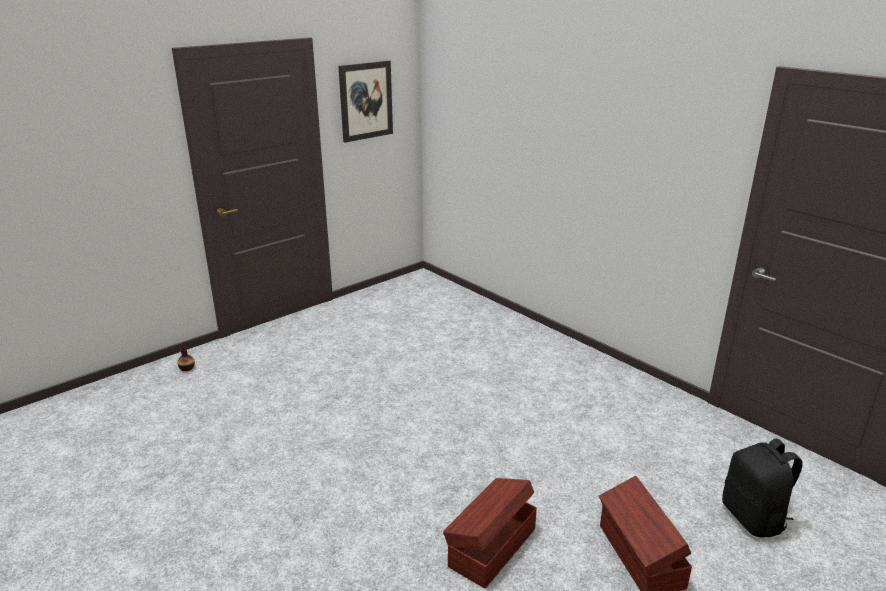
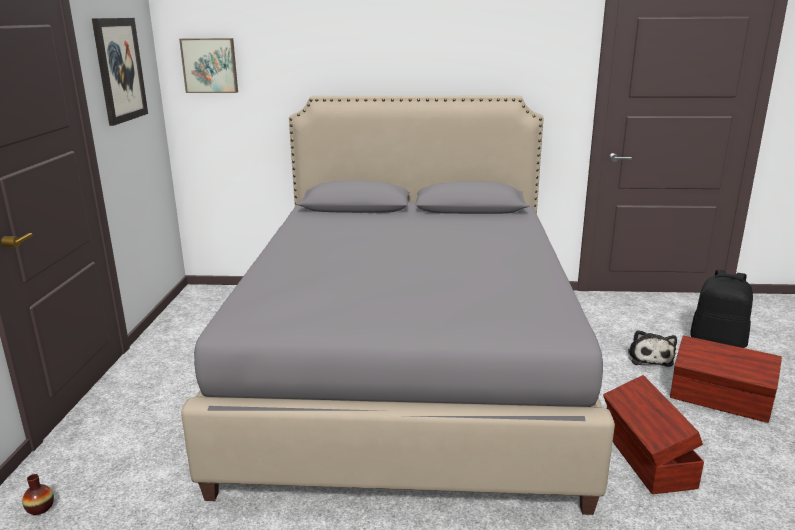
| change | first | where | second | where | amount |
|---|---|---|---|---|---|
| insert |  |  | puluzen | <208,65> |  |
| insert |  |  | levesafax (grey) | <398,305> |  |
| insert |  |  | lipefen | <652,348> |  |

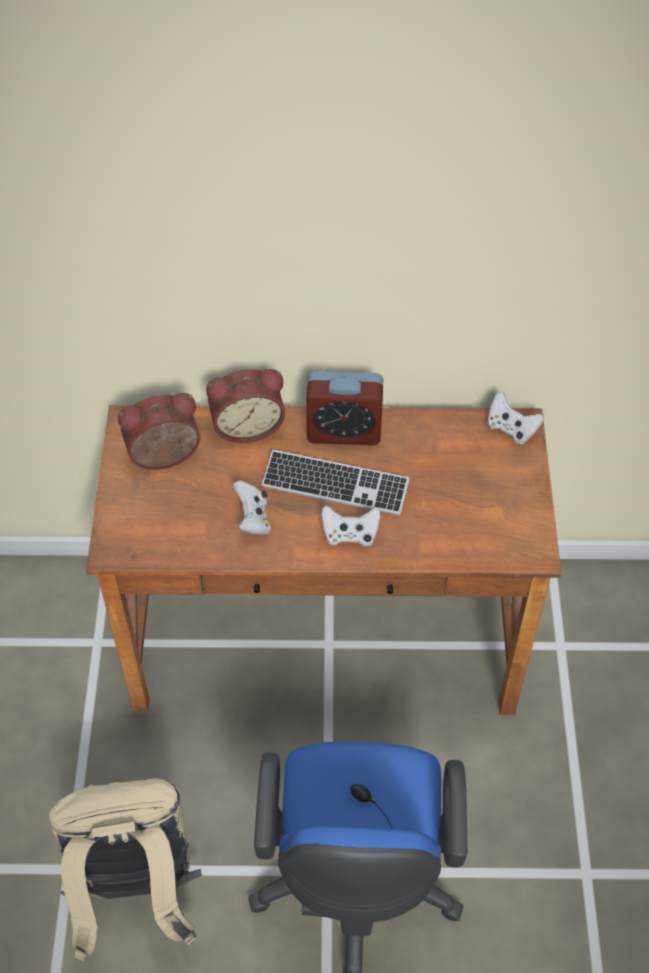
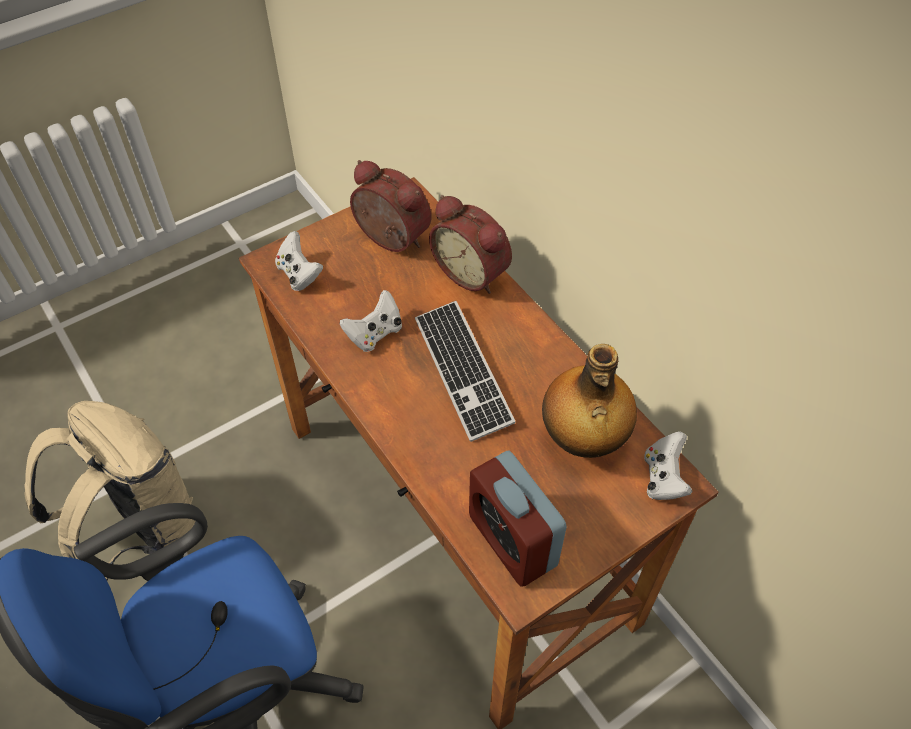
| change | first | where | second | where | amount |
|---|---|---|---|---|---|
| move | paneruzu | <344,408> |  | <518,519> |  |
| move | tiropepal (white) | <350,526> |  | <299,261> |  |
| insert |  |  | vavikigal | <589,401> |  |

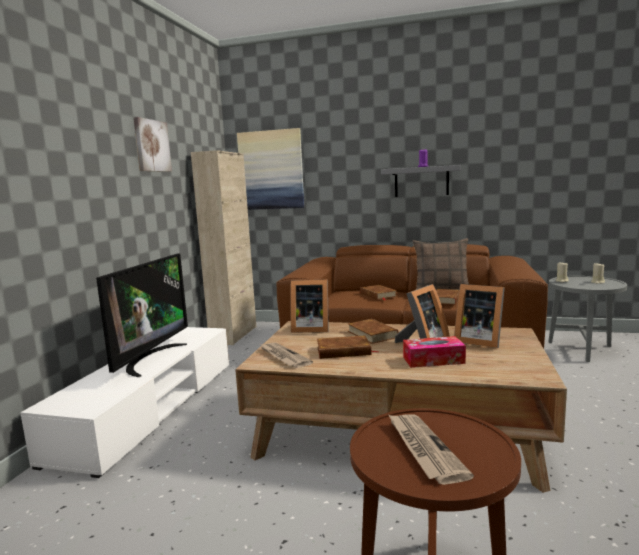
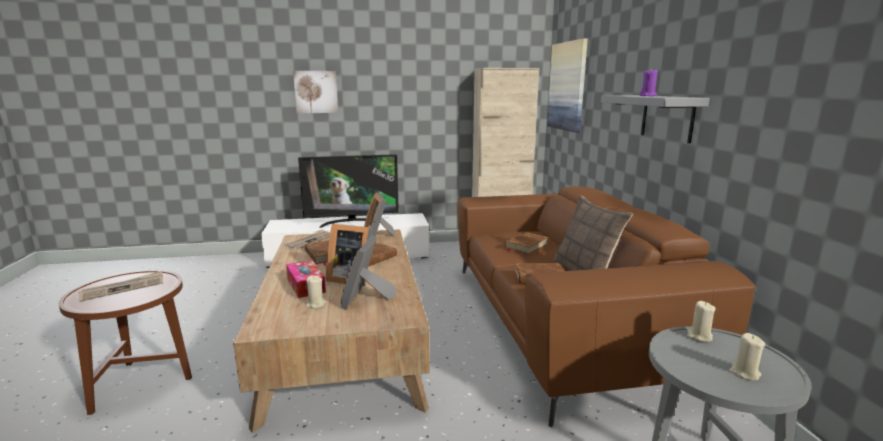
| change | first | where | second | where | amount |
|---|---|---|---|---|---|
| move | puluzen | <153,144> |  | <315,92> |  |
| insert |  |  | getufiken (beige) | <315,291> |  |

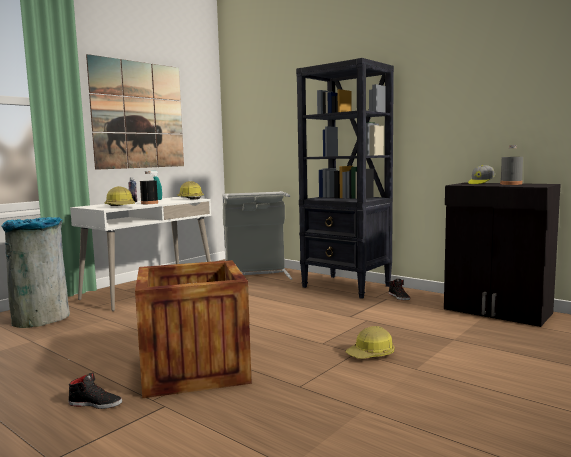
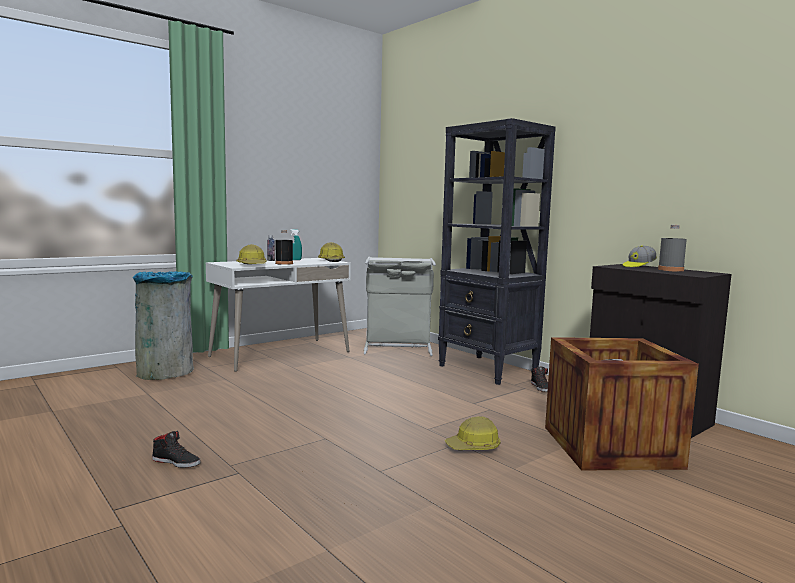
| change | first | where | second | where | amount |
|---|---|---|---|---|---|
| delete | puluzen | <135,112> |  |  |  |
| move | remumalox | <193,329> |  | <622,403> |  |

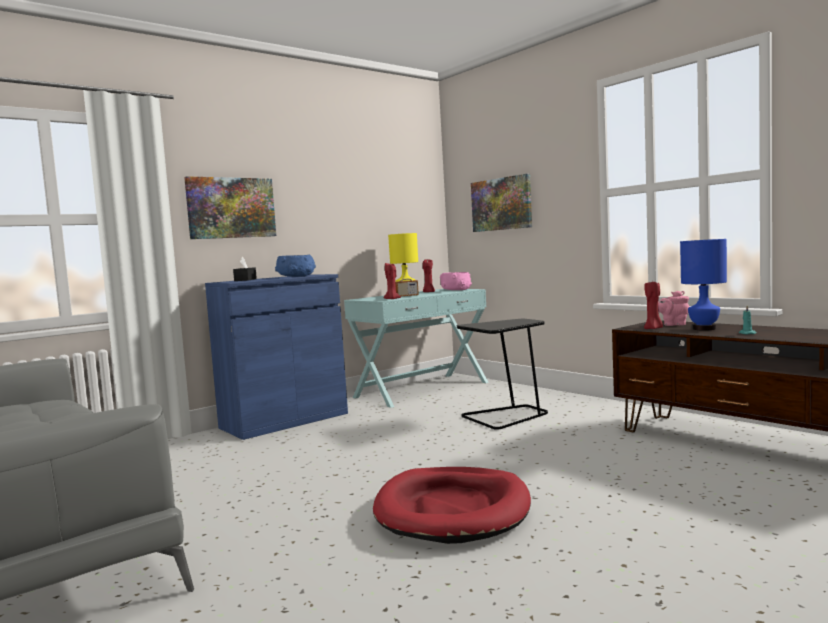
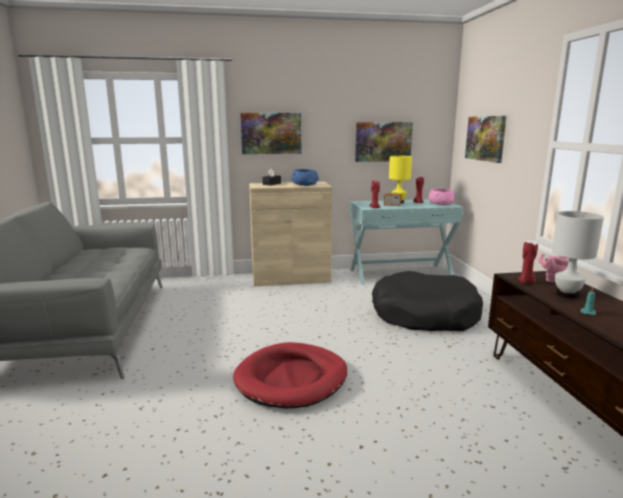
| change | first | where | second | where | amount |
|---|---|---|---|---|---|
| recolor | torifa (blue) | <703,285> | torifa (white) | <578,254> |  |
| recolor | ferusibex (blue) | <276,357> | ferusibex (beige) | <290,234> |  |
| replace | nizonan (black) | <502,374> | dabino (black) | <427,301> |  |
| insert |  |  | puluzen | <384,142> |  |

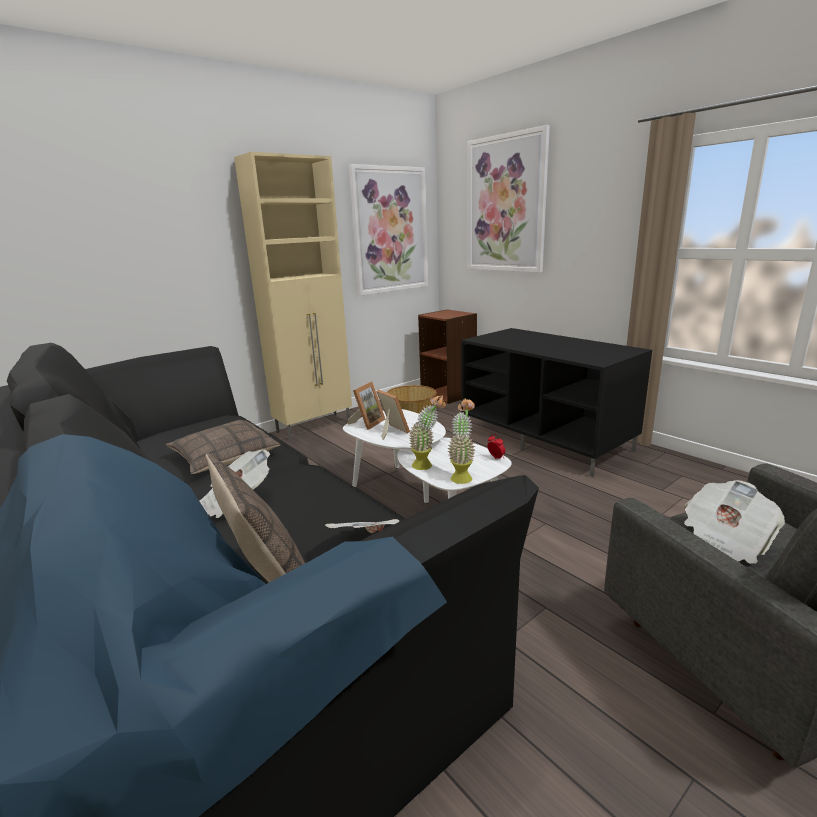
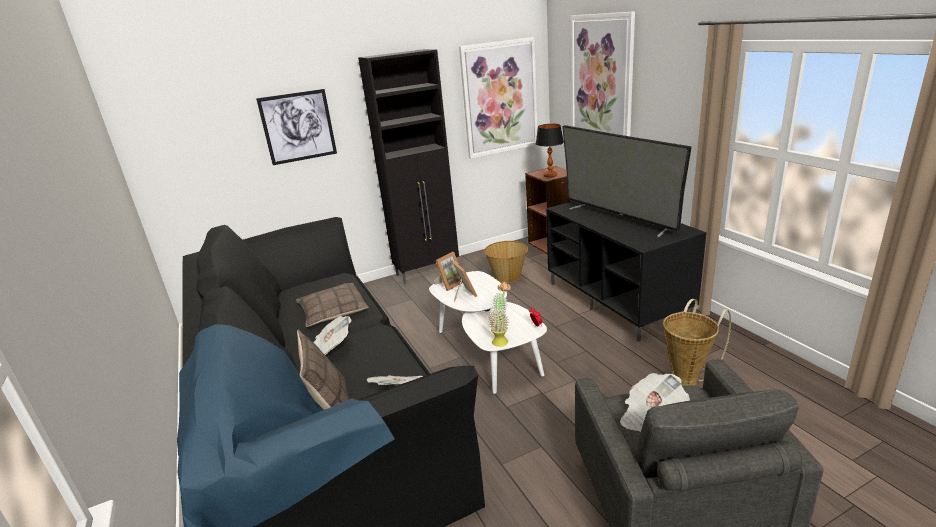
| change | first | where | second | where | amount |
|---|---|---|---|---|---|
| recolor | ferusibex (beige) | <293,296> | ferusibex (black) | <408,166> |  |
| delete | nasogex | <427,432> |  |  |  |
| insert |  |  | puluzen | <296,127> |  |
| insert |  |  | torifa | <550,151> |  |
| insert |  |  | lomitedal | <627,181> |  |
| insert |  |  | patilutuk | <697,342> |  |

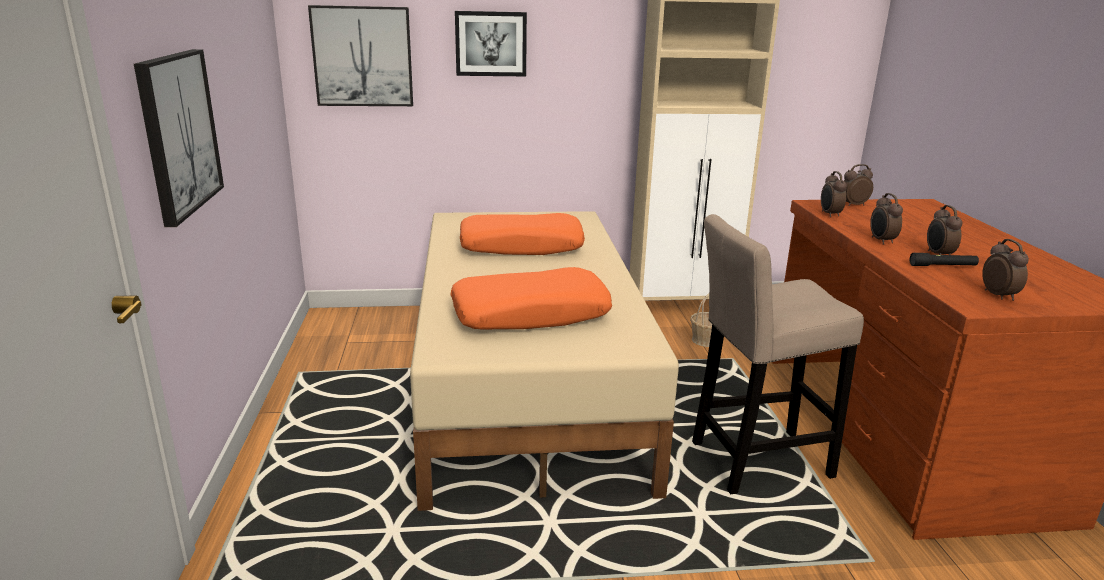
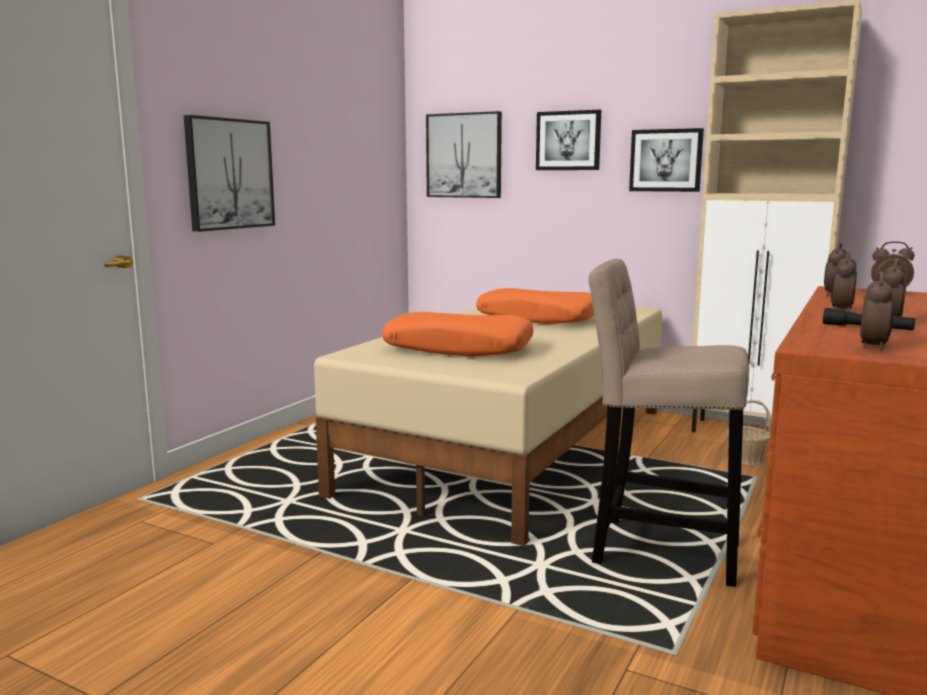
| change | first | where | second | where | amount |
|---|---|---|---|---|---|
| insert |  |  | puluzen | <666,160> |  |

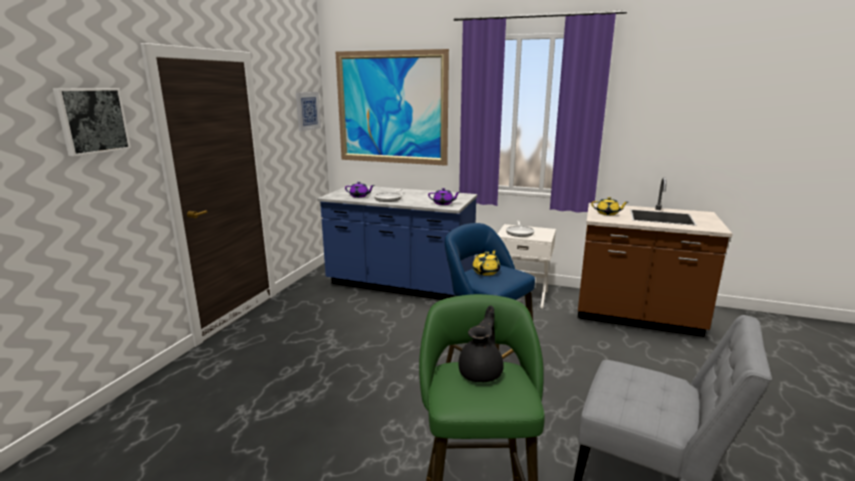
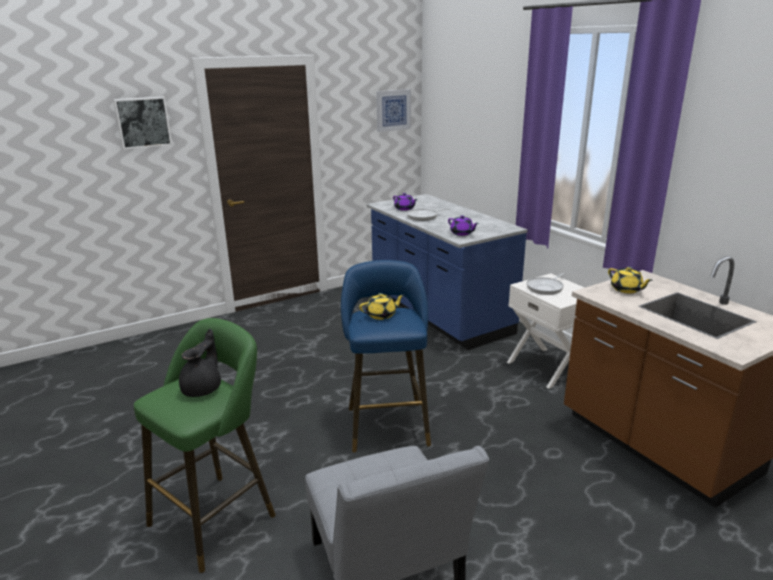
| change | first | where | second | where | amount |
|---|---|---|---|---|---|
| delete | puluzen | <392,107> |  |  |  |
| rotate | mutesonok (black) | <481,343> |  | <200,363> | 45 degrees counterclockwise |

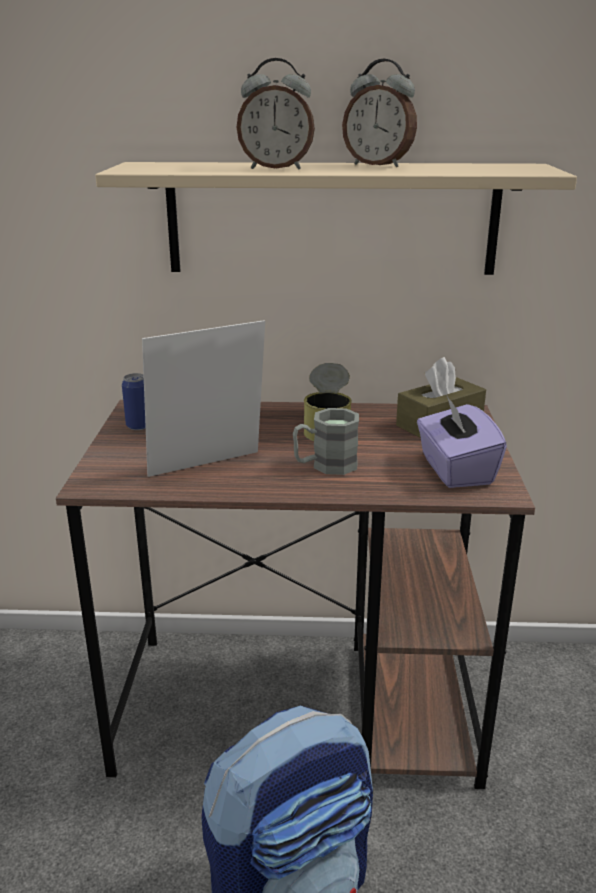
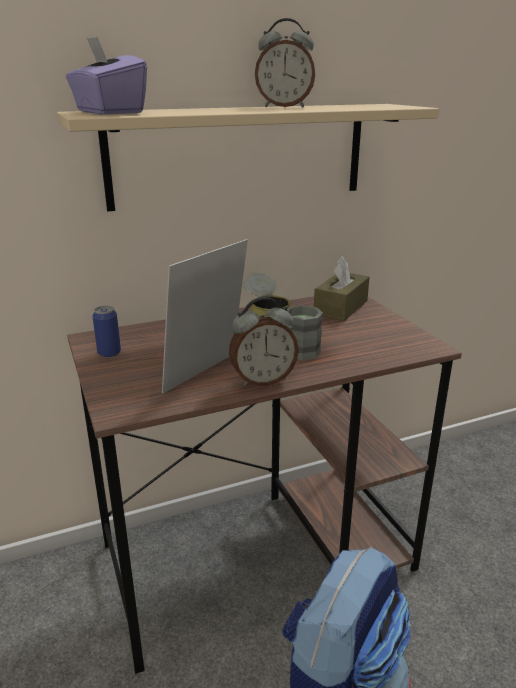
| change | first | where | second | where | amount |
|---|---|---|---|---|---|
| move | paneruzu | <275,113> |  | <264,342> |  |
| move | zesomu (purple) | <462,442> |  | <106,76> |  |

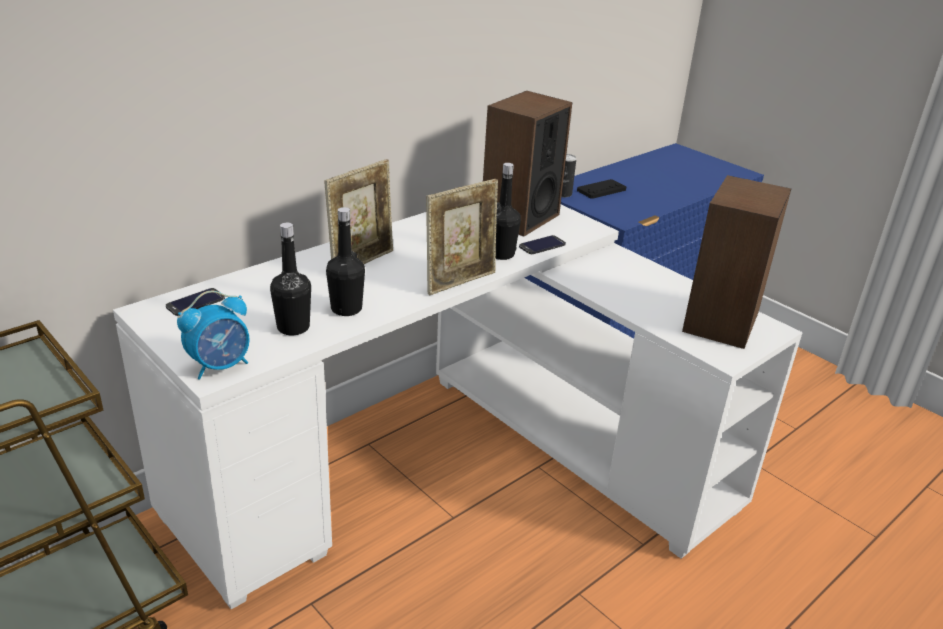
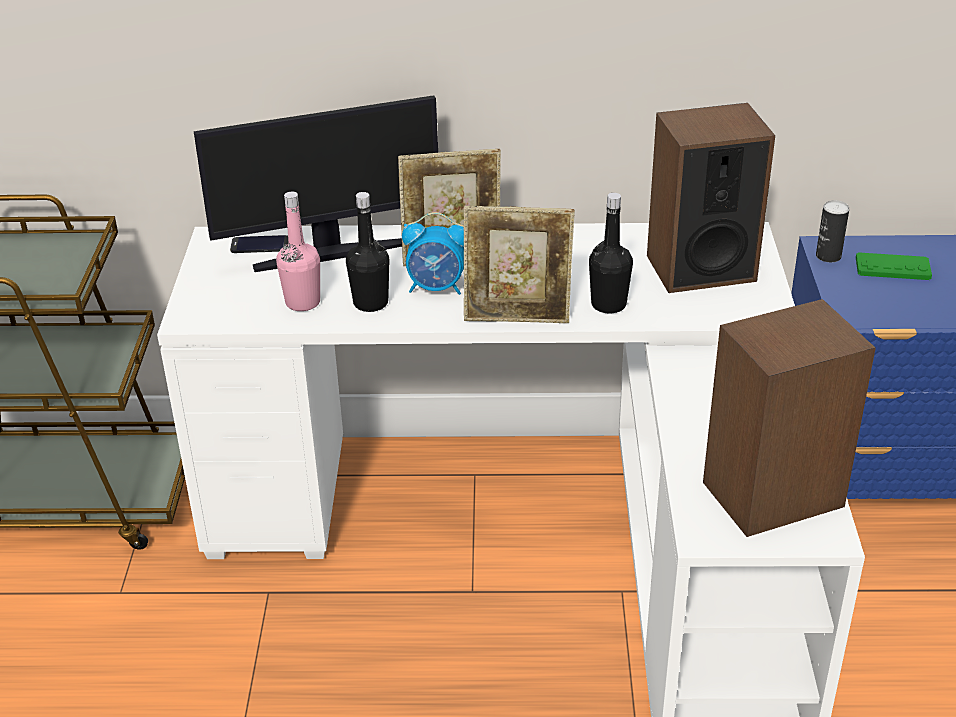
| change | first | where | second | where | amount |
|---|---|---|---|---|---|
| recolor | tiropepal (black) | <601,189> | tiropepal (green) | <894,266> |  |
| recolor | vavikigal (black) | <290,279> | vavikigal (pink) | <298,251> |  |
| delete | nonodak | <542,244> |  |  |  |
| move | paneruzu | <213,335> |  | <433,253> |  |
| insert |  |  | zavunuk | <316,183> |  |

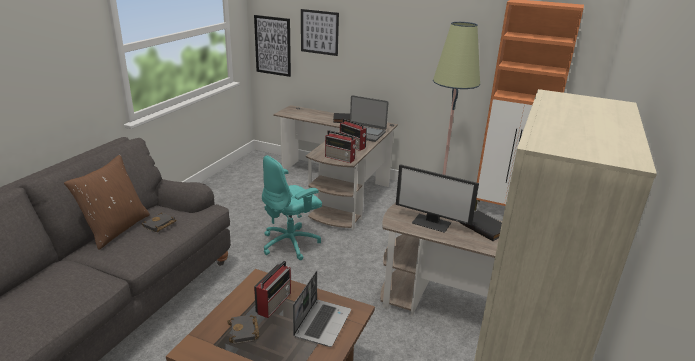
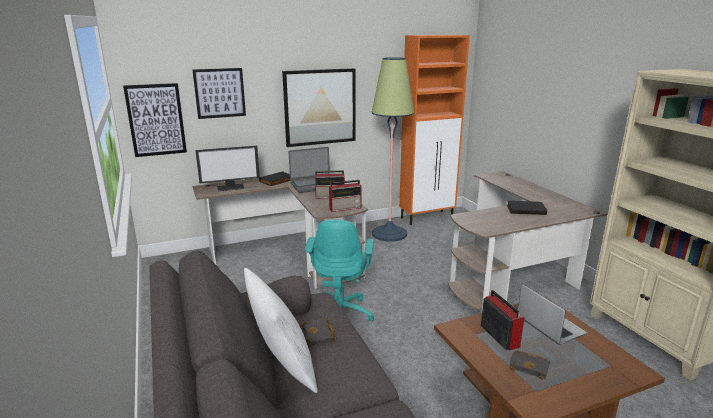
| change | first | where | second | where | amount |
|---|---|---|---|---|---|
| recolor | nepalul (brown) | <107,202> | nepalul (white) | <281,331> |  |
| move | zavunuk | <437,198> |  | <227,168> |  |
| insert |  |  | puluzen | <318,107> |  |

